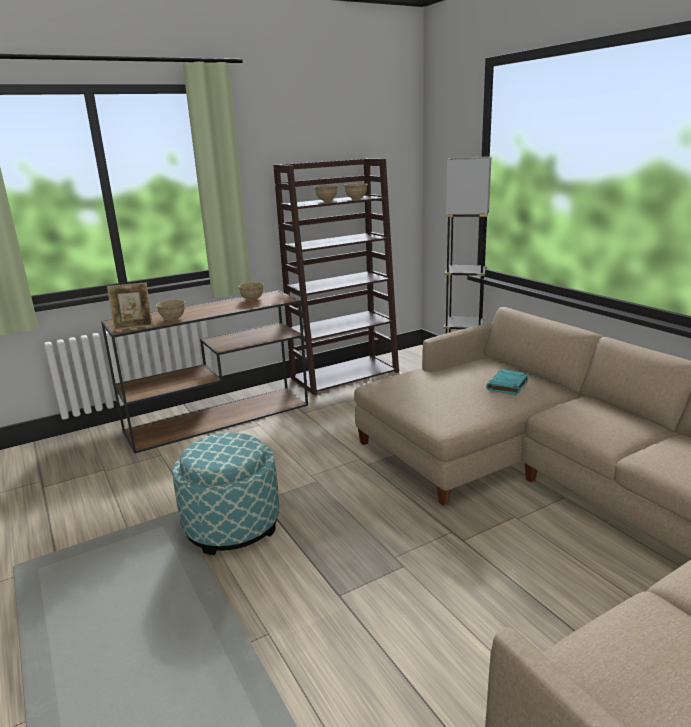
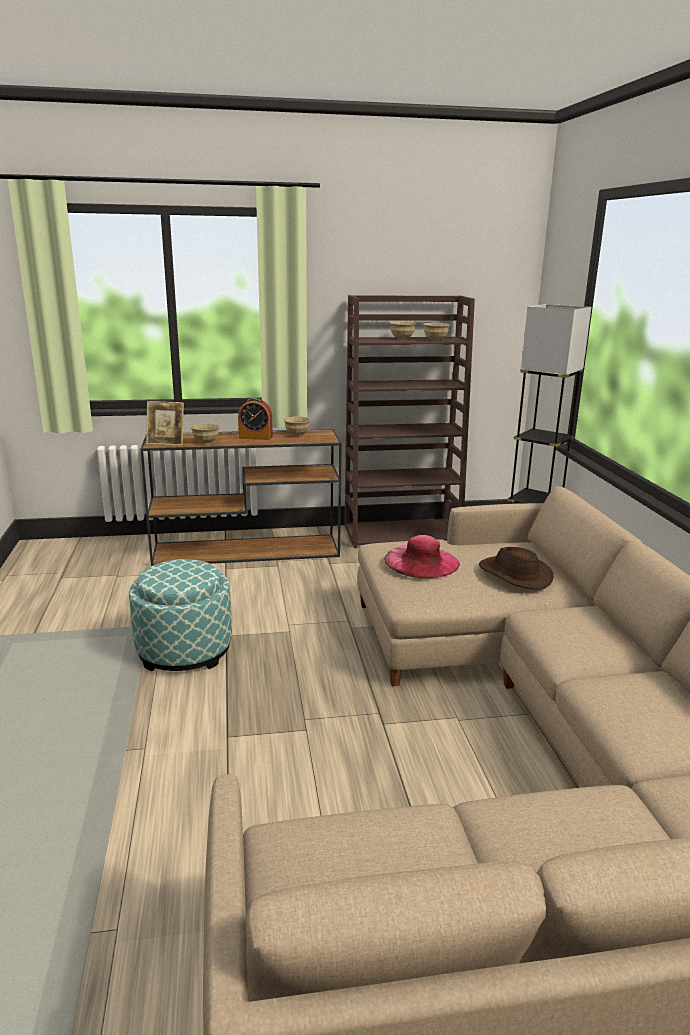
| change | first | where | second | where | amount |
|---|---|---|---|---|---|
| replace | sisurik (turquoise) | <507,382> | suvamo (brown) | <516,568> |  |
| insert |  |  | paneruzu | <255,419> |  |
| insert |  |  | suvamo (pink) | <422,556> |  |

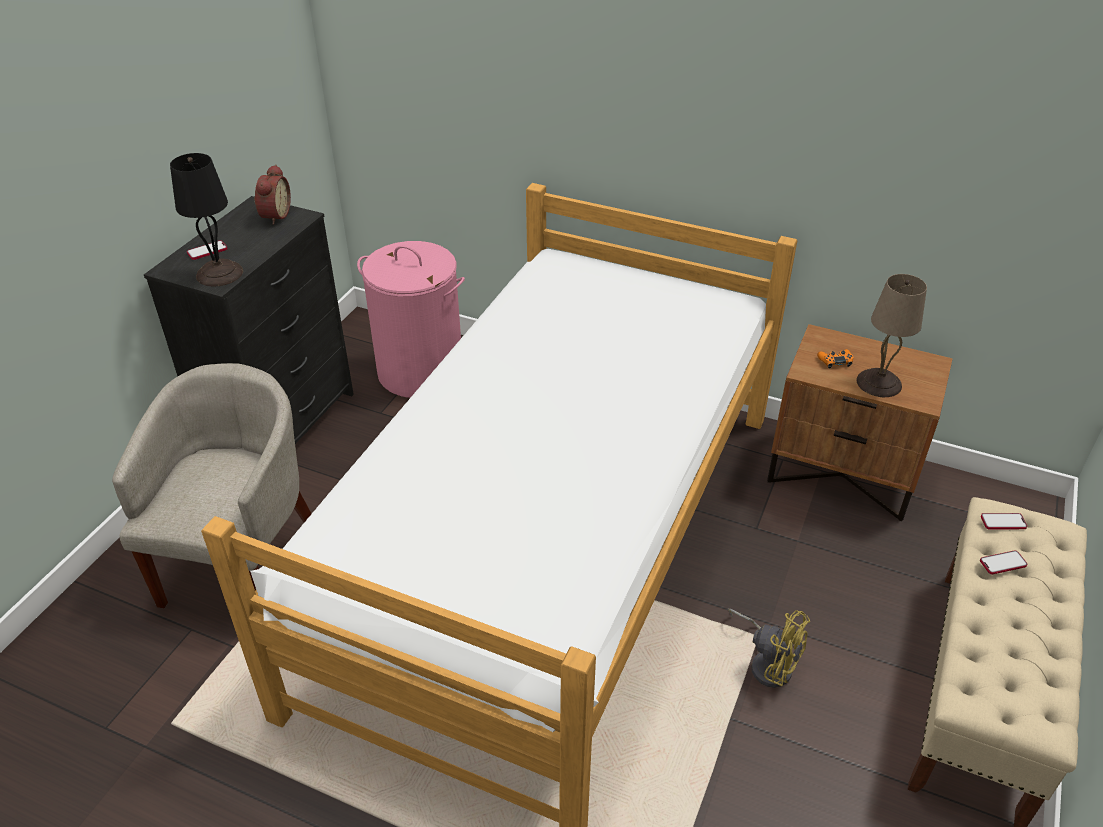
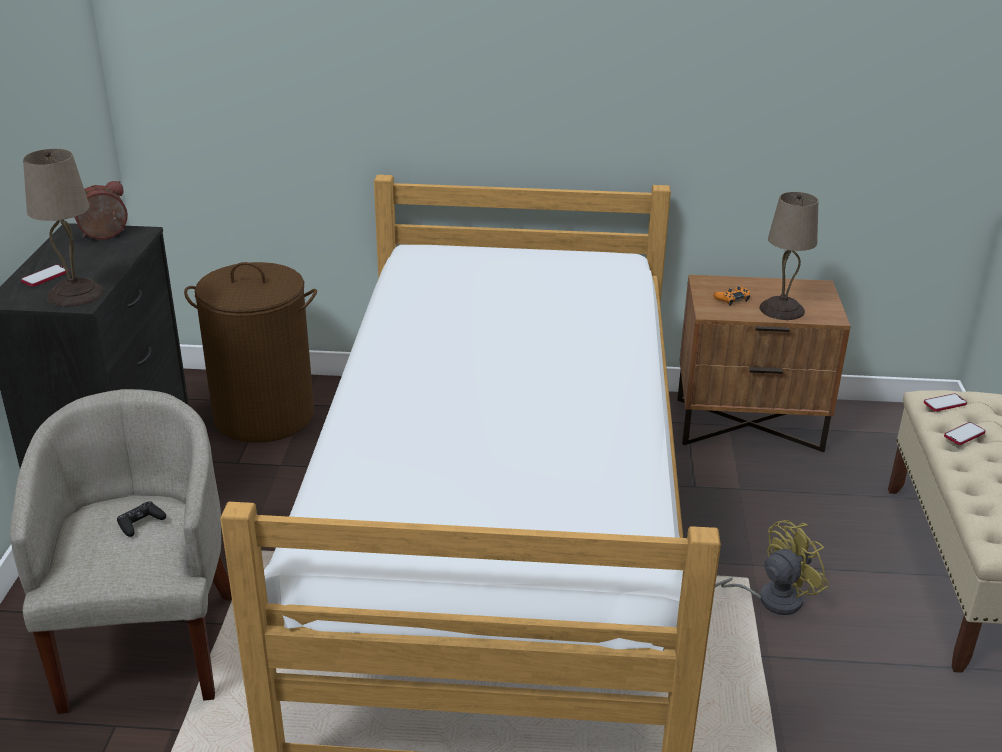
| change | first | where | second | where | amount |
|---|---|---|---|---|---|
| recolor | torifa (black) | <206,219> | torifa (beige) | <63,228> |  |
| rotate | paneruzu | <272,194> |  | <101,210> | 105 degrees counterclockwise |
| recolor | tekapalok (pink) | <411,319> | tekapalok (brown) | <250,352> |  |
| rotate | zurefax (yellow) | <769,648> |  | <772,567> | 45 degrees counterclockwise |
| insert |  |  | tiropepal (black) | <141,519> |  |

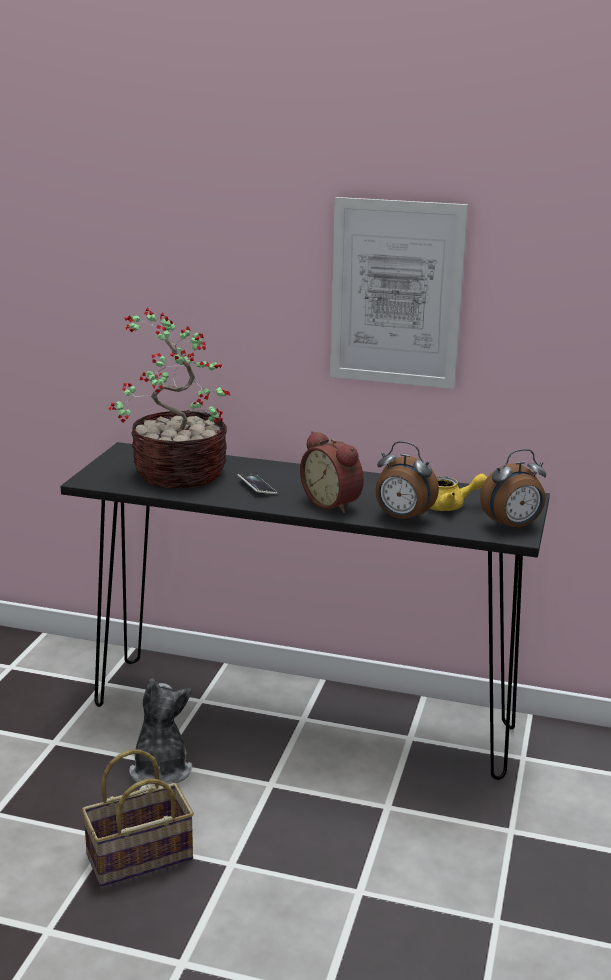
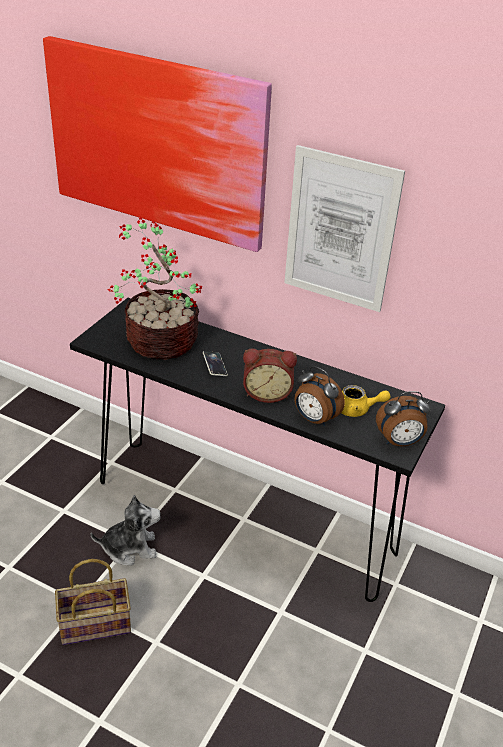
| change | first | where | second | where | amount |
|---|---|---|---|---|---|
| rotate | paneruzu | <332,472> |  | <270,376> | 60 degrees counterclockwise |
| rotate | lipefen | <161,732> |  | <125,530> | 75 degrees clockwise |
| insert |  |  | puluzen | <157,144> |  |

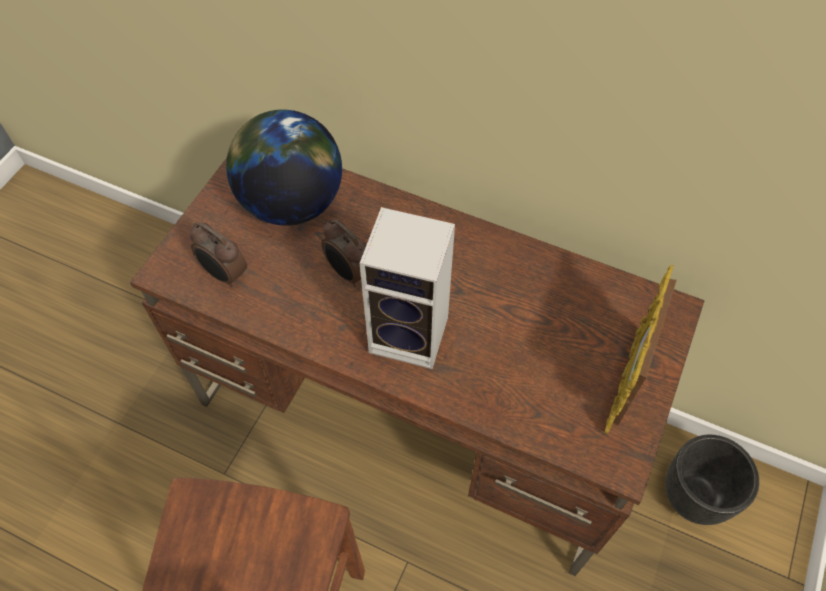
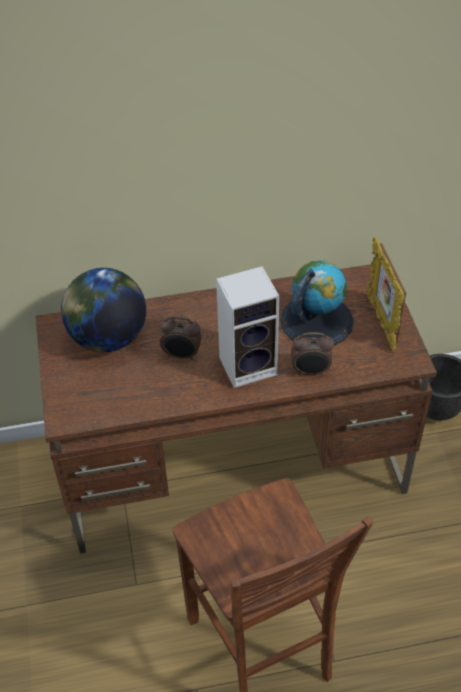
| change | first | where | second | where | amount |
|---|---|---|---|---|---|
| move | paneruzu | <218,255> |  | <312,353> |  |
| insert |  |  | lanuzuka | <317,302> |  |

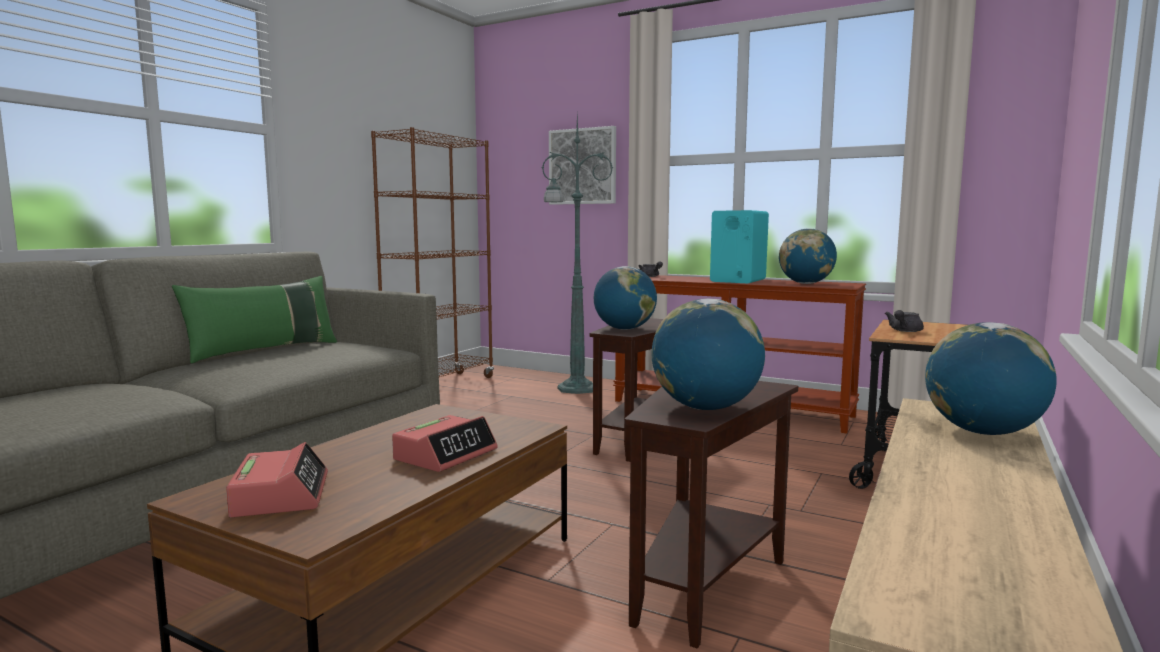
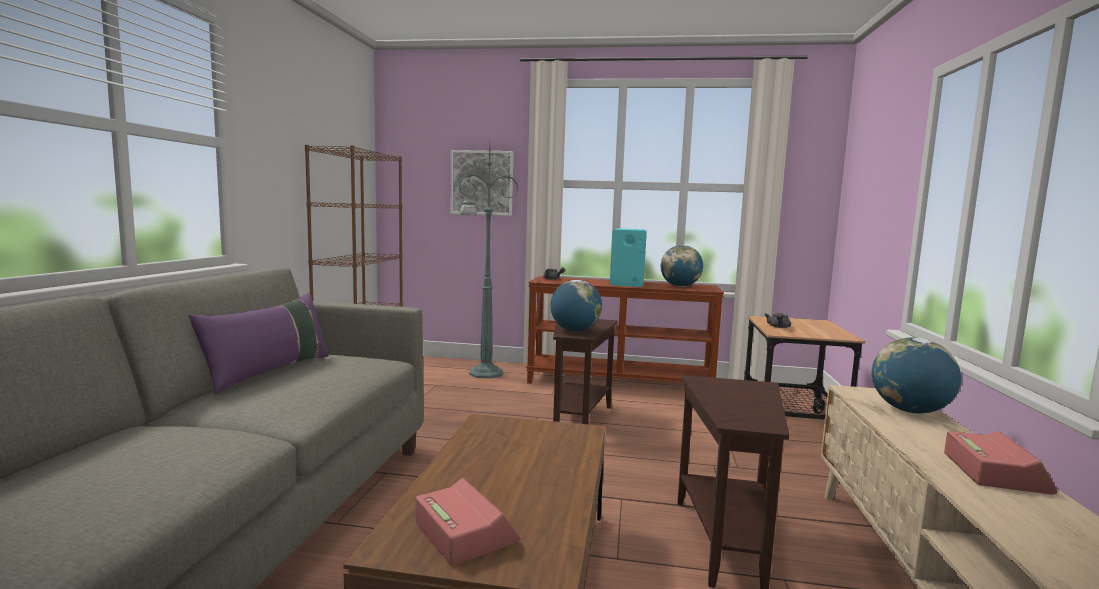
| change | first | where | second | where | amount |
|---|---|---|---|---|---|
| recolor | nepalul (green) | <254,319> | nepalul (purple) | <259,344> |  |
| delete | lanuzuka | <708,354> |  |  |  |
| move | paneruzu | <445,443> |  | <1000,463> |  |

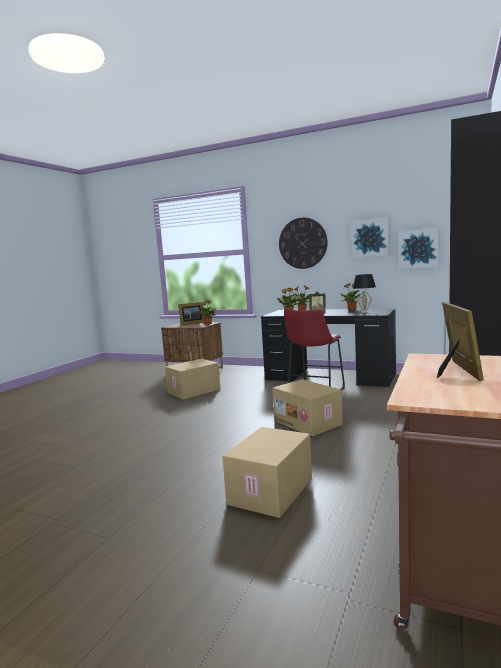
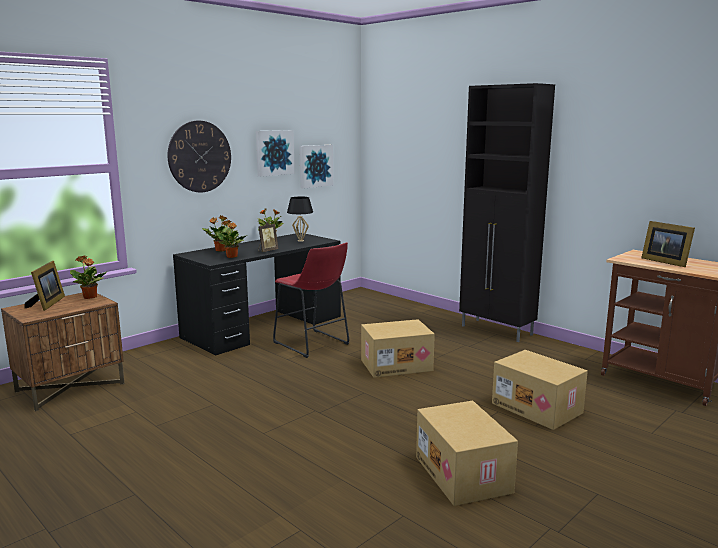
| change | first | where | second | where | amount |
|---|---|---|---|---|---|
| rotate | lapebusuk | <460,341> |  | <668,244> | 150 degrees counterclockwise |
| move | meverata | <192,379> |  | <467,453> |  |

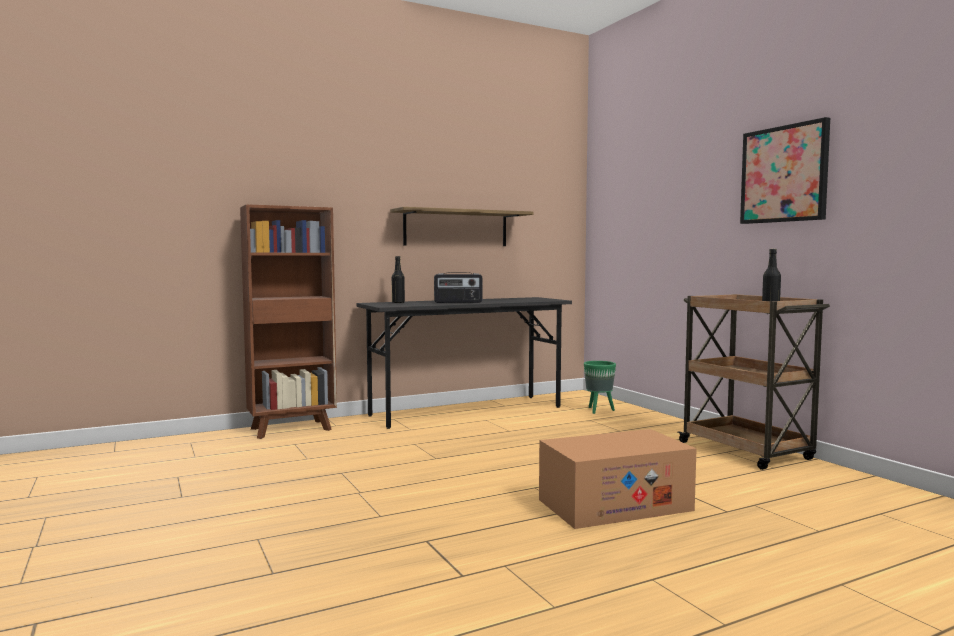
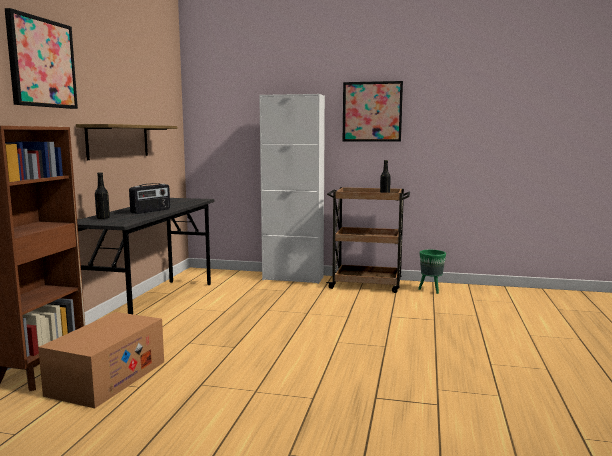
| change | first | where | second | where | amount |
|---|---|---|---|---|---|
| move | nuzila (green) | <600,387> |  | <432,272> |  |
| move | meverata | <618,479> |  | <101,360> |  |
| insert |  |  | puluzen | <41,58> |  |
| insert |  |  | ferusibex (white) | <292,189> |  |

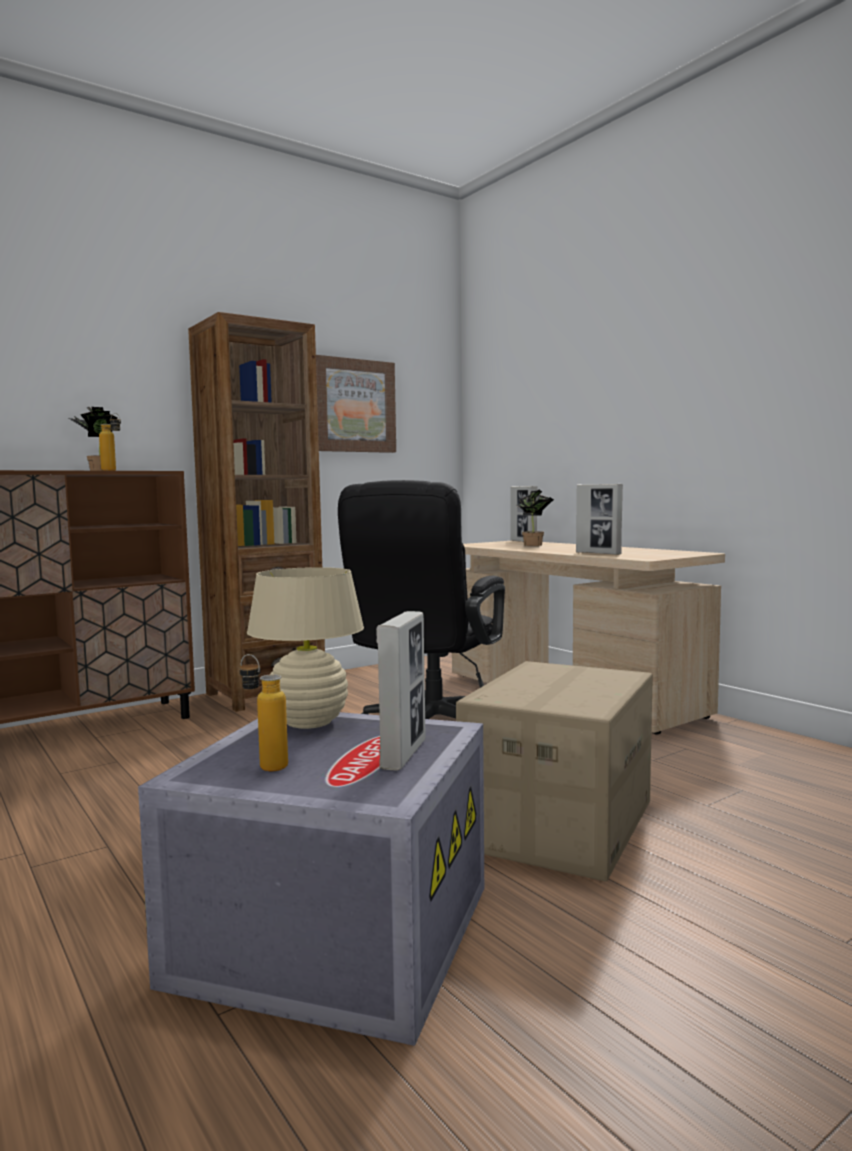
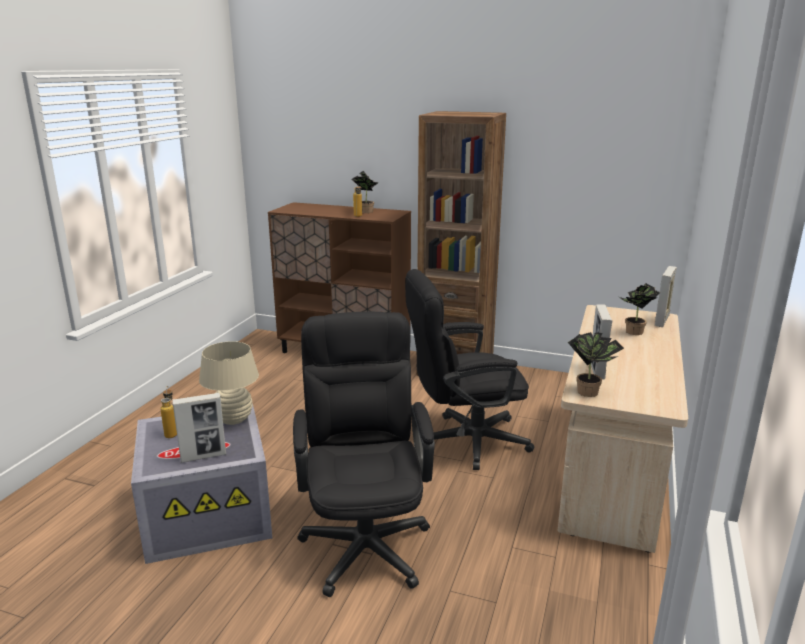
| change | first | where | second | where | amount |
|---|---|---|---|---|---|
| delete | puluzen | <356,404> |  |  |  |
| replace | meverata | <554,771> | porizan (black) | <364,454> |  |
| insert |  |  | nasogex | <596,364> |  |

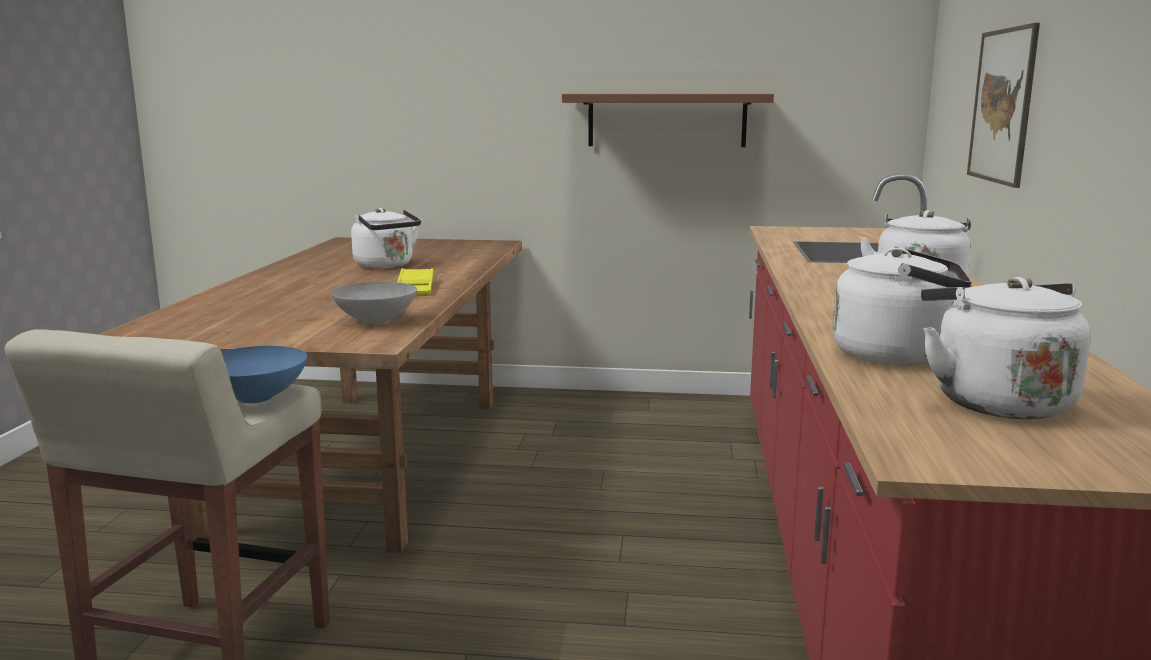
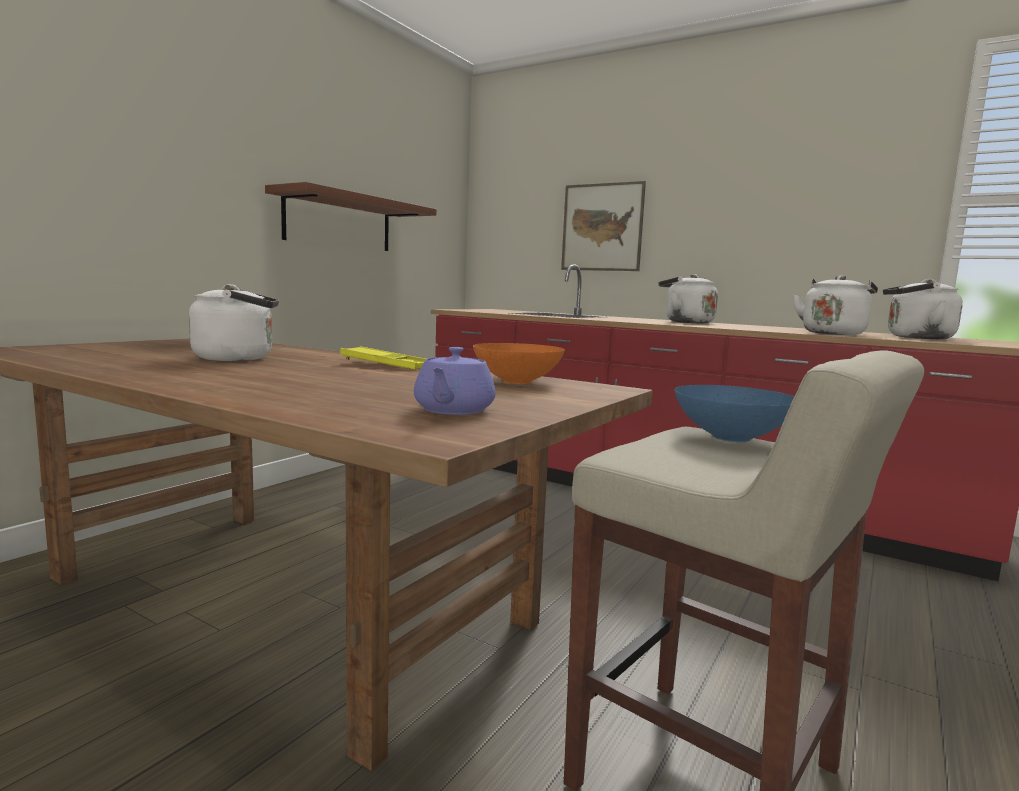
| change | first | where | second | where | amount |
|---|---|---|---|---|---|
| recolor | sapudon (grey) | <374,303> | sapudon (orange) | <519,363> |  |
| insert |  |  | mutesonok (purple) | <455,381> |  |

